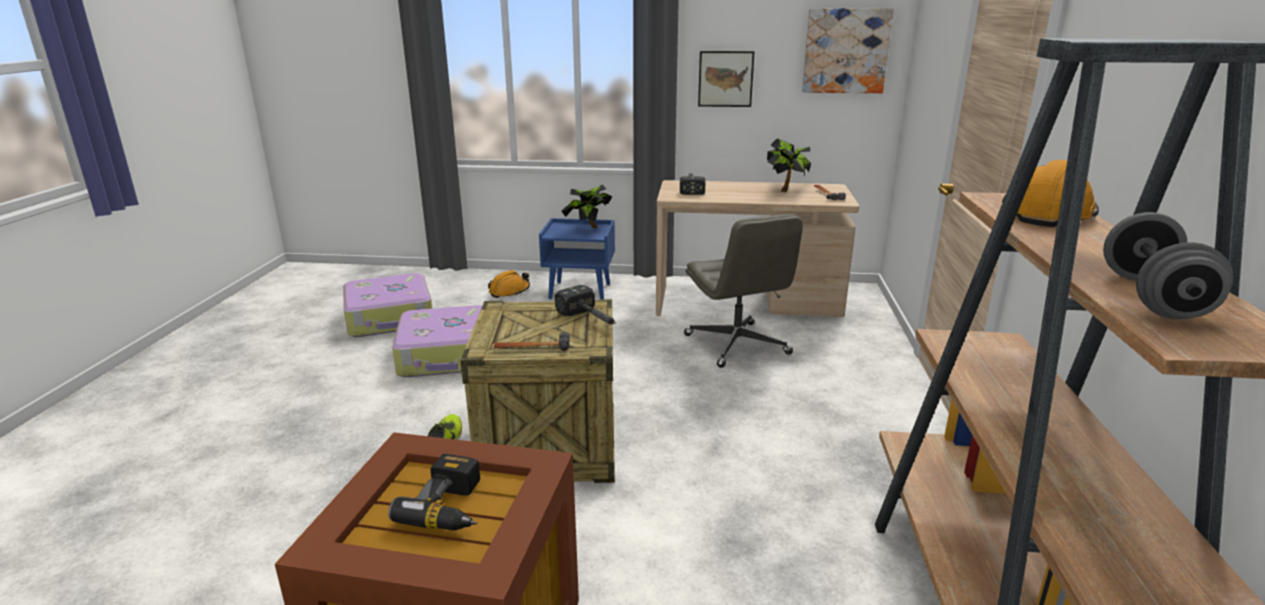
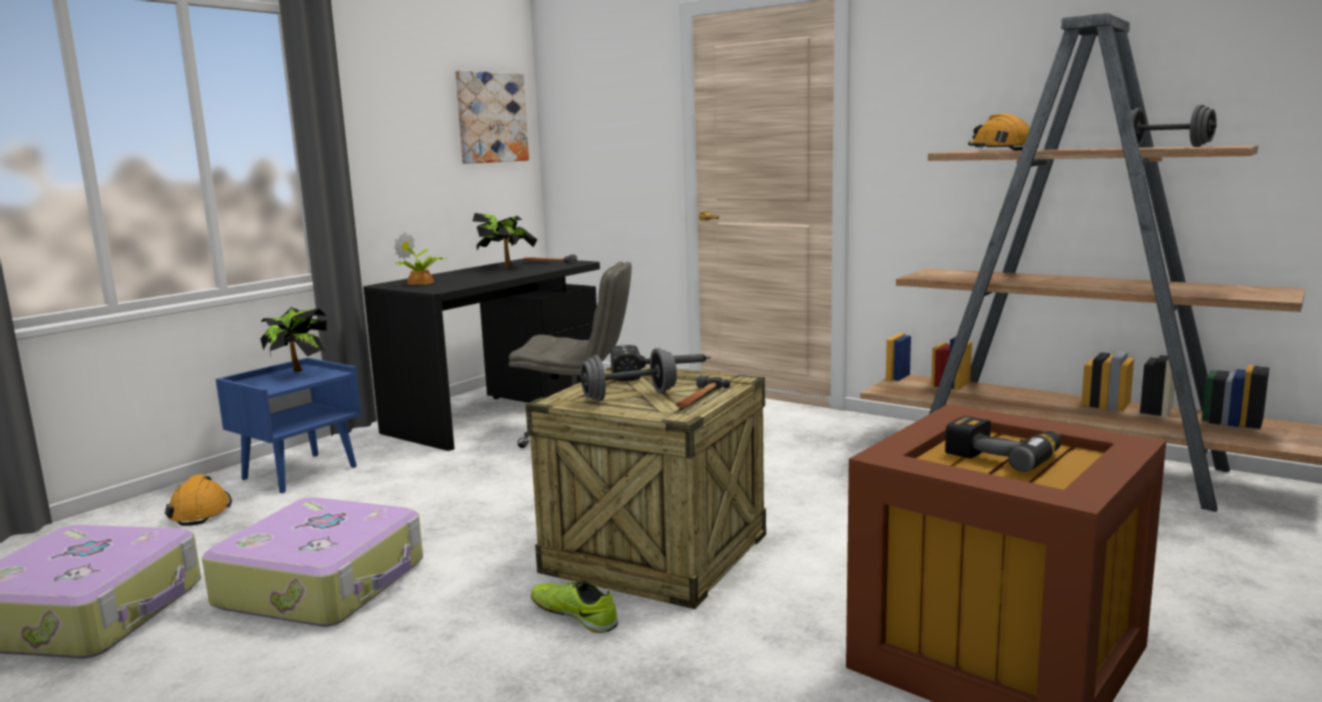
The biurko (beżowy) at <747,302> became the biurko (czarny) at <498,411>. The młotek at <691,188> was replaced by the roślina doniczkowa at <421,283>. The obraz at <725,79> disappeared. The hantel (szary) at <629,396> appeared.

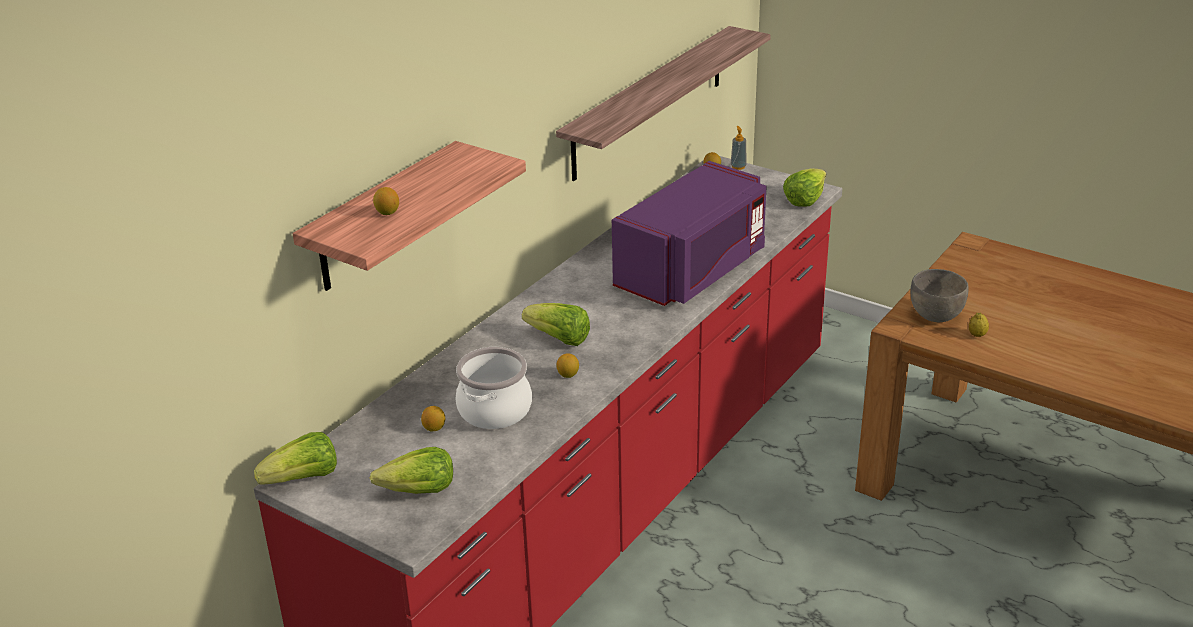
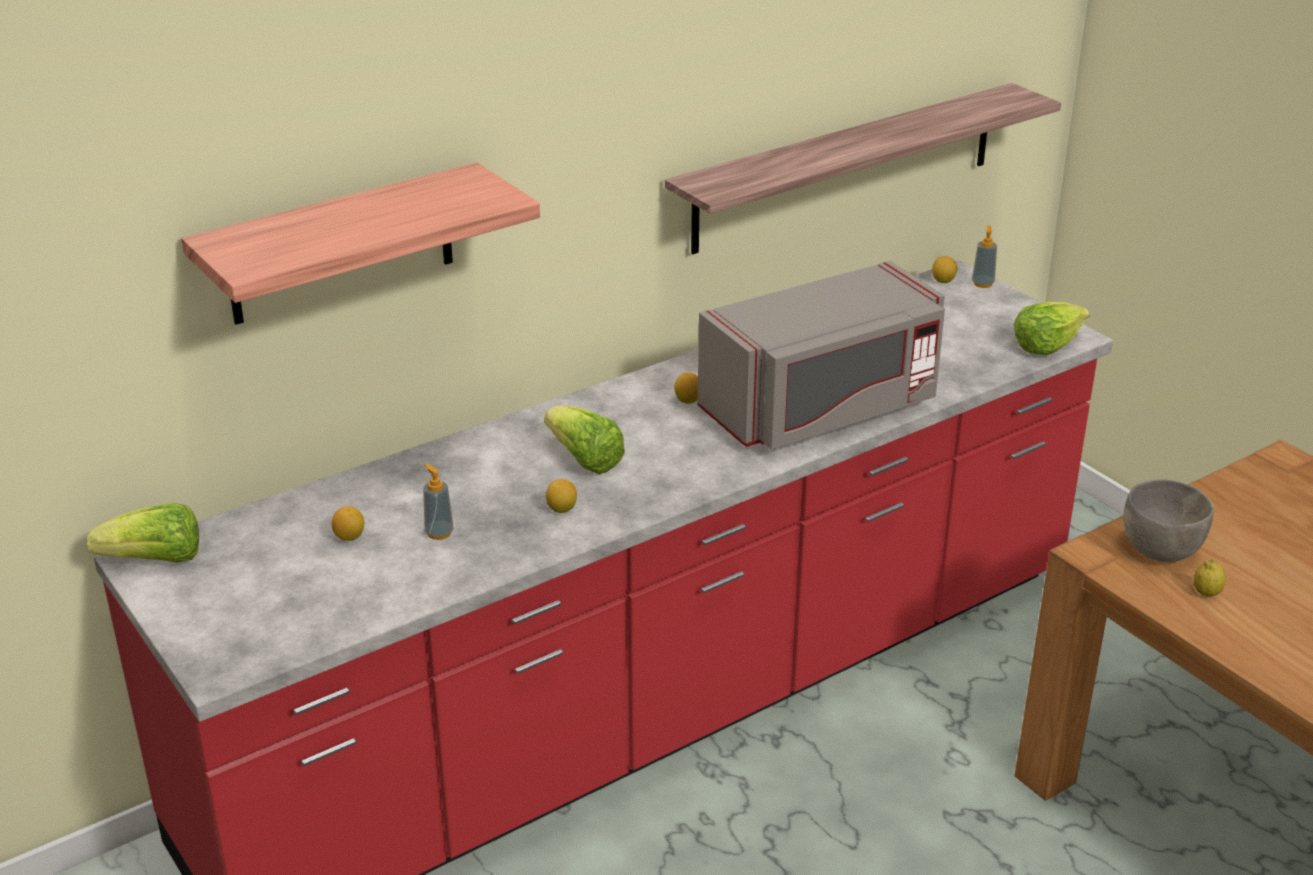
The sałata at <418,491> disappeared. The cytryna moved from <387,212> to <687,400>. The garnek at <495,410> was replaced by the dozownik mydła at <439,533>. The mikrofalówka (fioletowy) at <692,270> became the mikrofalówka (szary) at <822,408>.

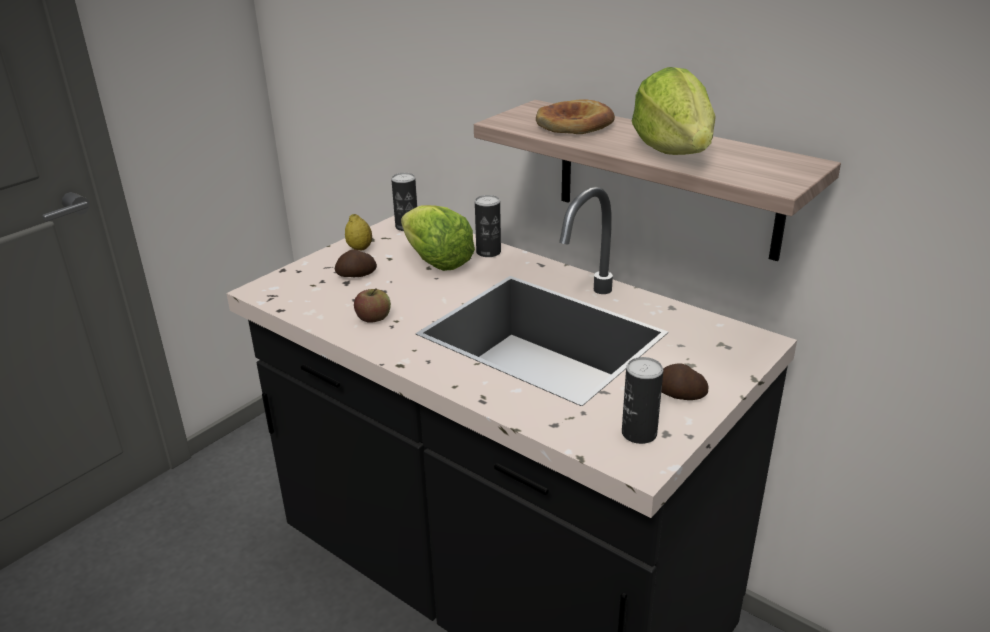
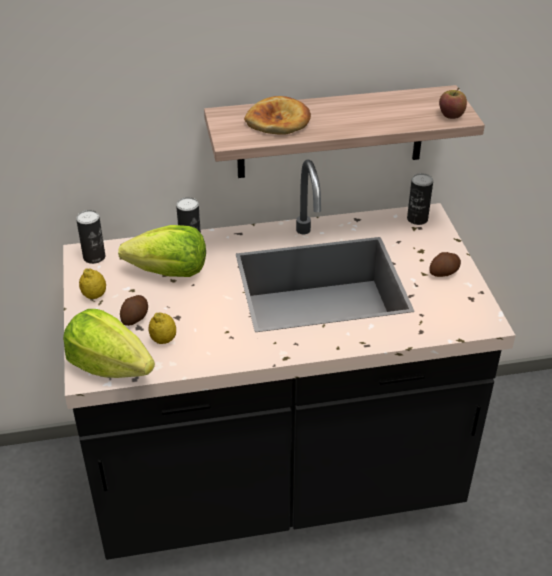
The jabłko moved from <373,318> to <451,115>. The puszka moved from <639,433> to <417,219>. The sałata moved from <674,151> to <110,366>. The cytryna at <163,340> appeared.

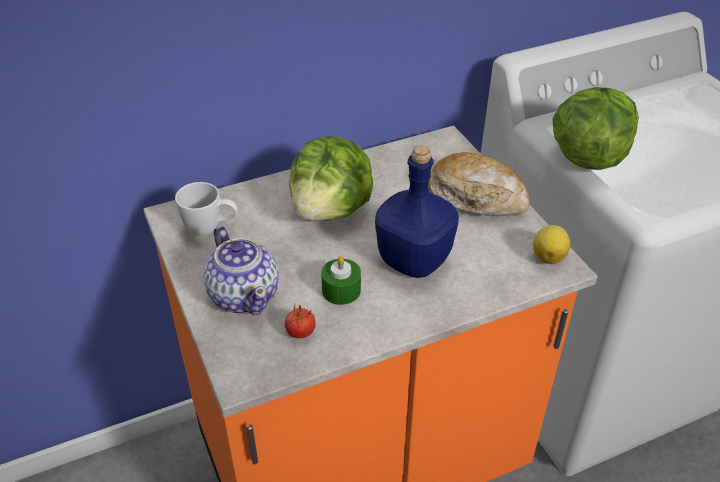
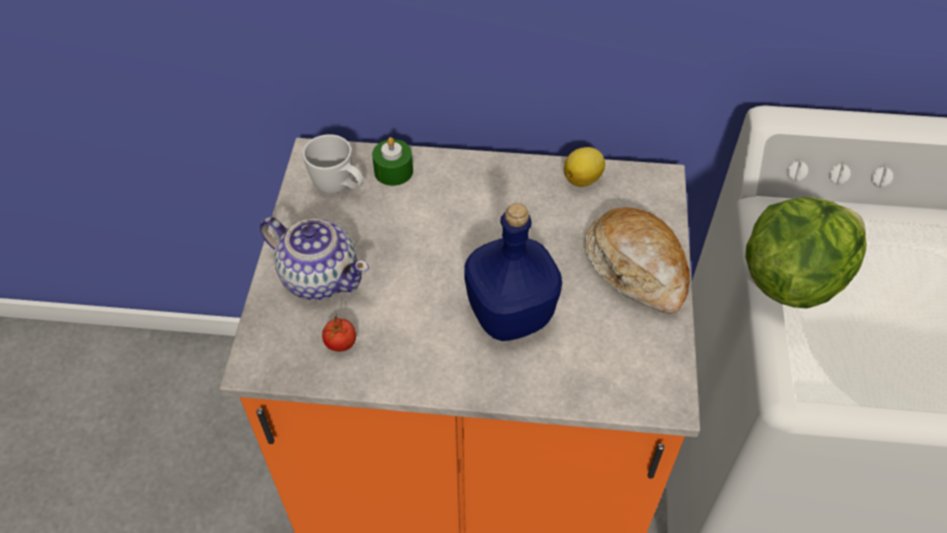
The imbryk at <244,294> turned 60 degrees counterclockwise. The sałata at <331,210> disappeared. The świeca (zielony) moved from <341,290> to <393,171>. The cytryna moved from <549,256> to <583,179>.

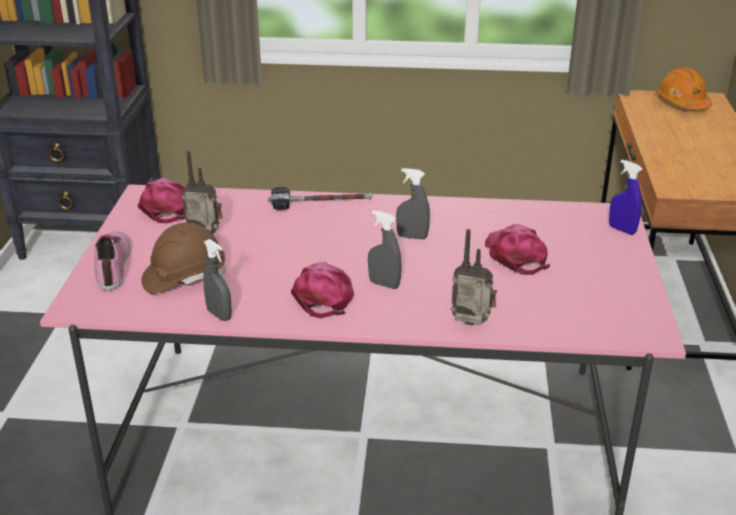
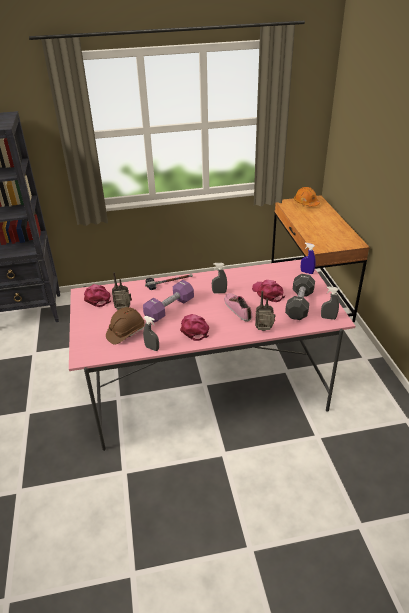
The but moved from <114,265> to <238,309>. The spryskiwacz (szary) moved from <384,284> to <328,318>. The hantel (fioletowy) at <169,309> appeared. The hantel (czarny) at <299,304> appeared.

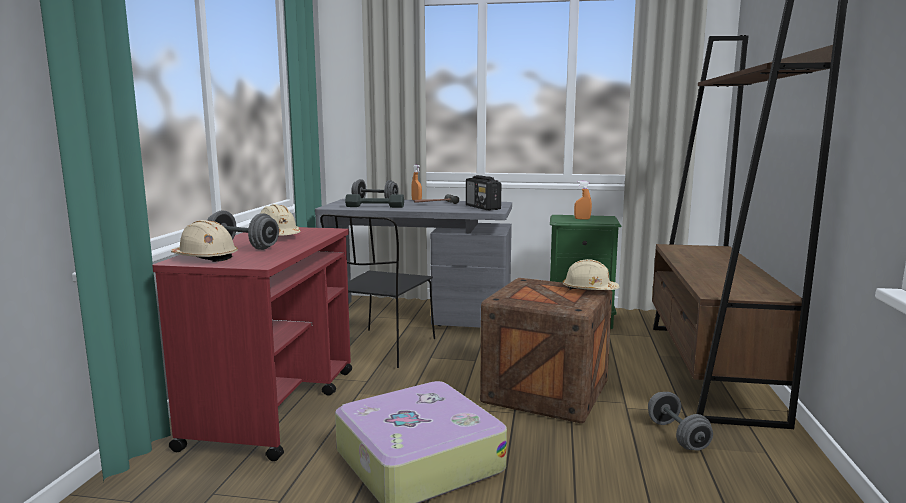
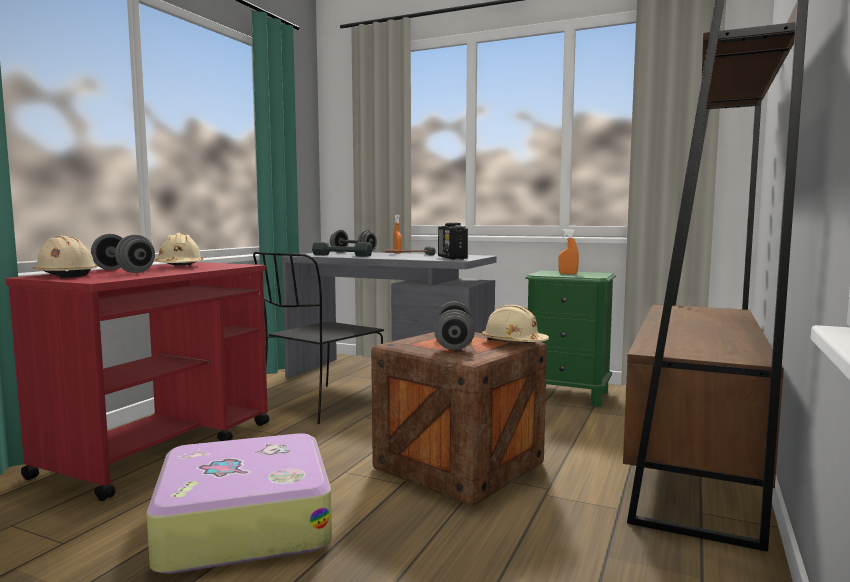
The hantel (szary) moved from <677,436> to <454,343>.

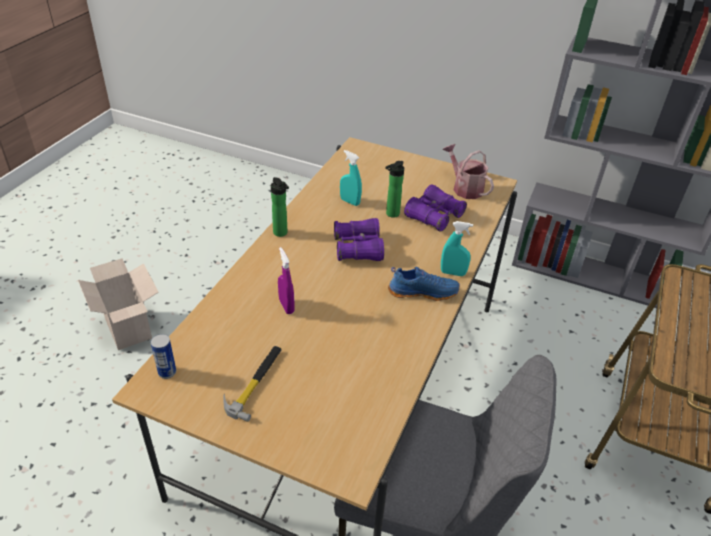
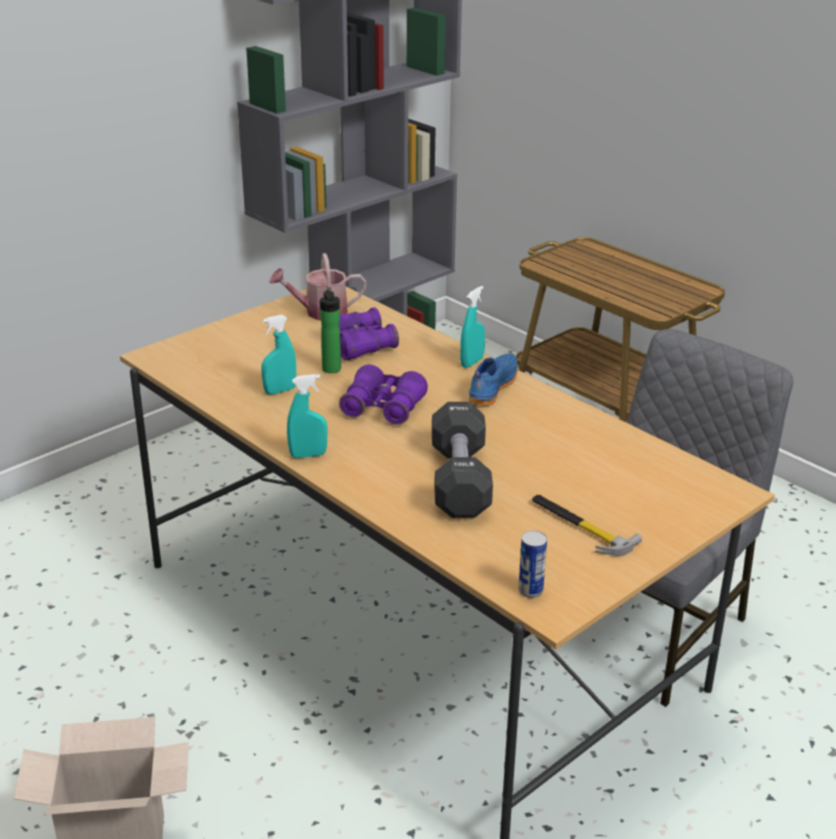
The butelka at <281,234> was replaced by the spryskiwacz (turkusowy) at <308,455>. The spryskiwacz (fioletowy) at <286,306> was replaced by the hantel (czarny) at <460,480>.

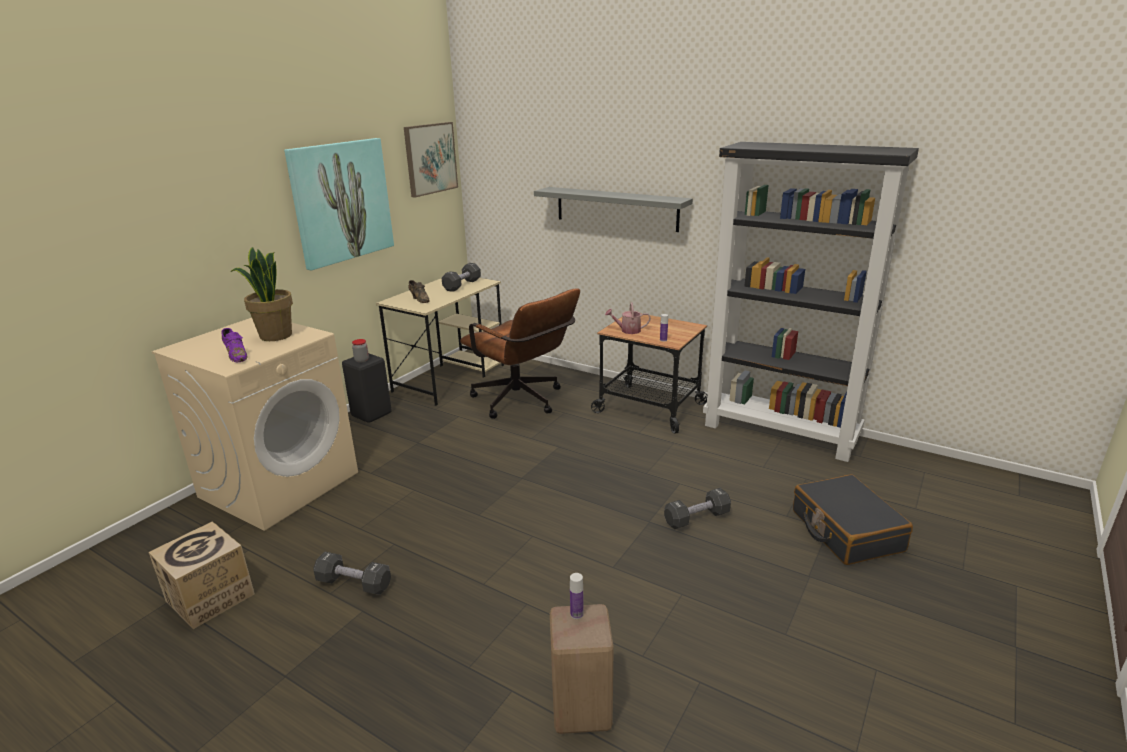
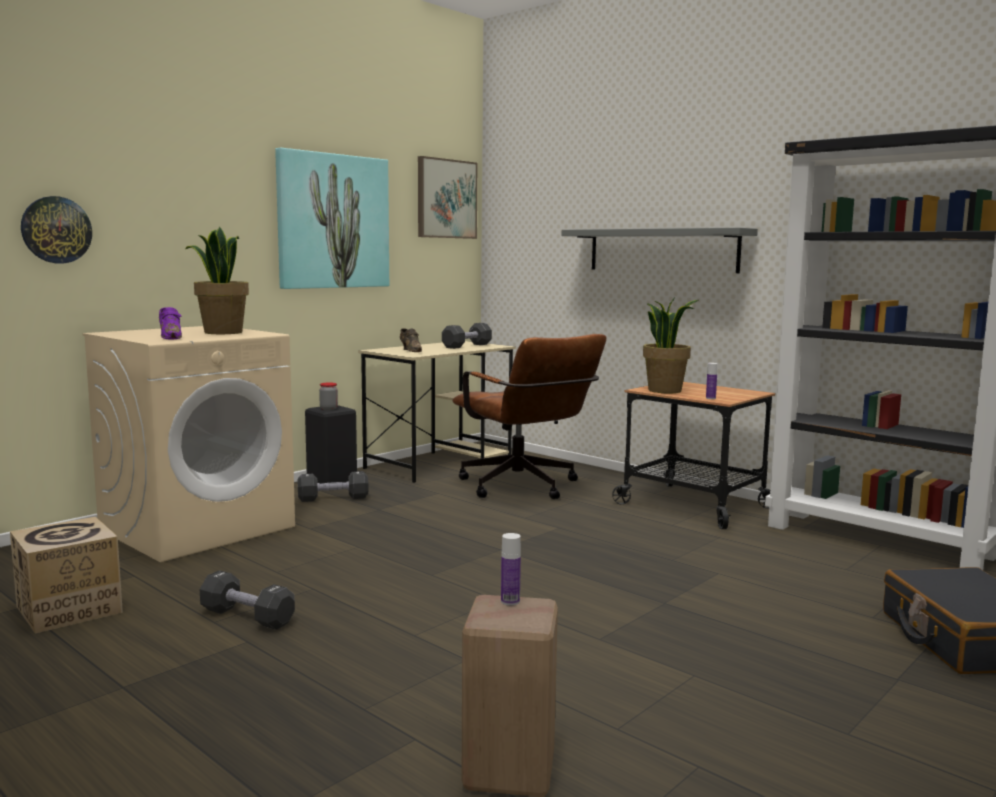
The konewka at <627,330> was replaced by the roślina doniczkowa at <665,390>. The hantel (czarny) moved from <697,518> to <333,498>. The zegar ścienny at <56,230> appeared.

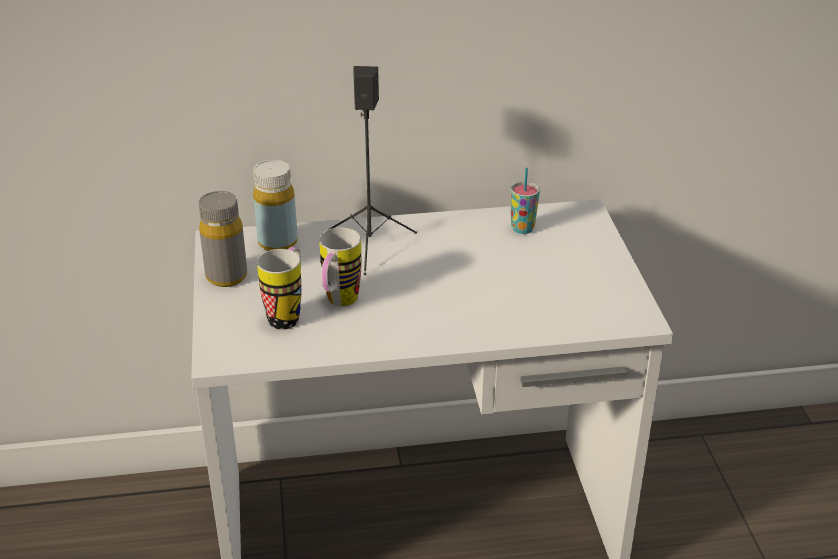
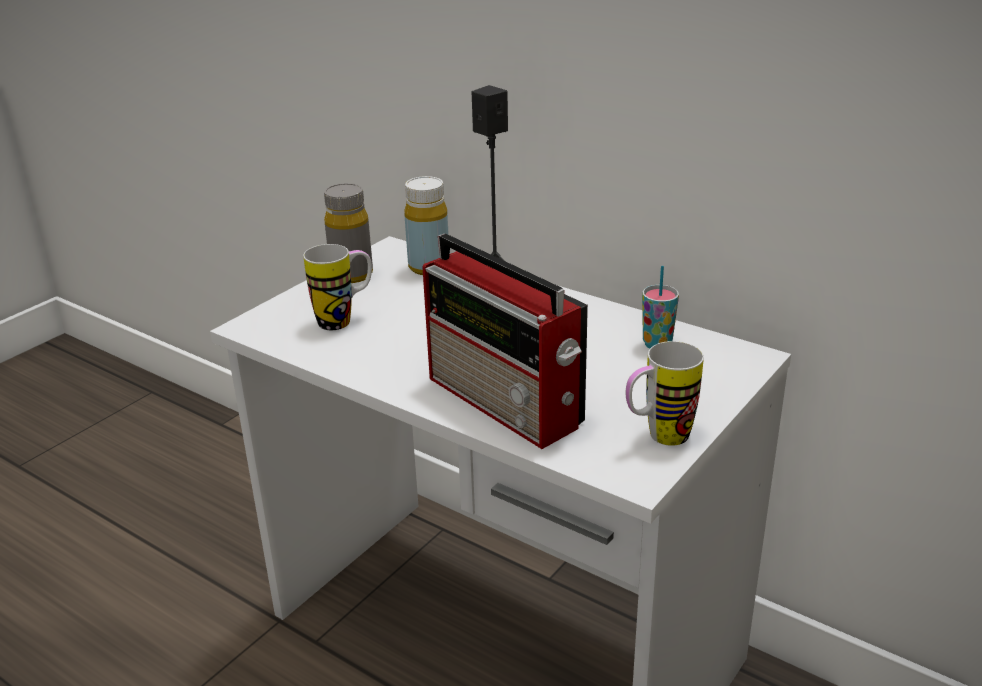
The kubek moved from <338,303> to <658,438>. The radio at <506,403> appeared.

